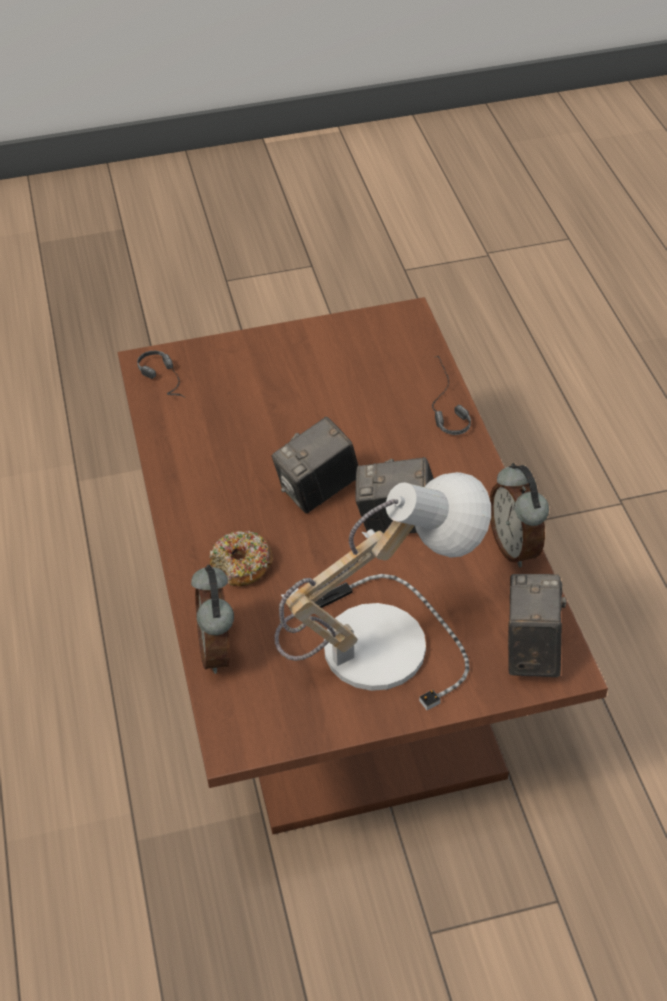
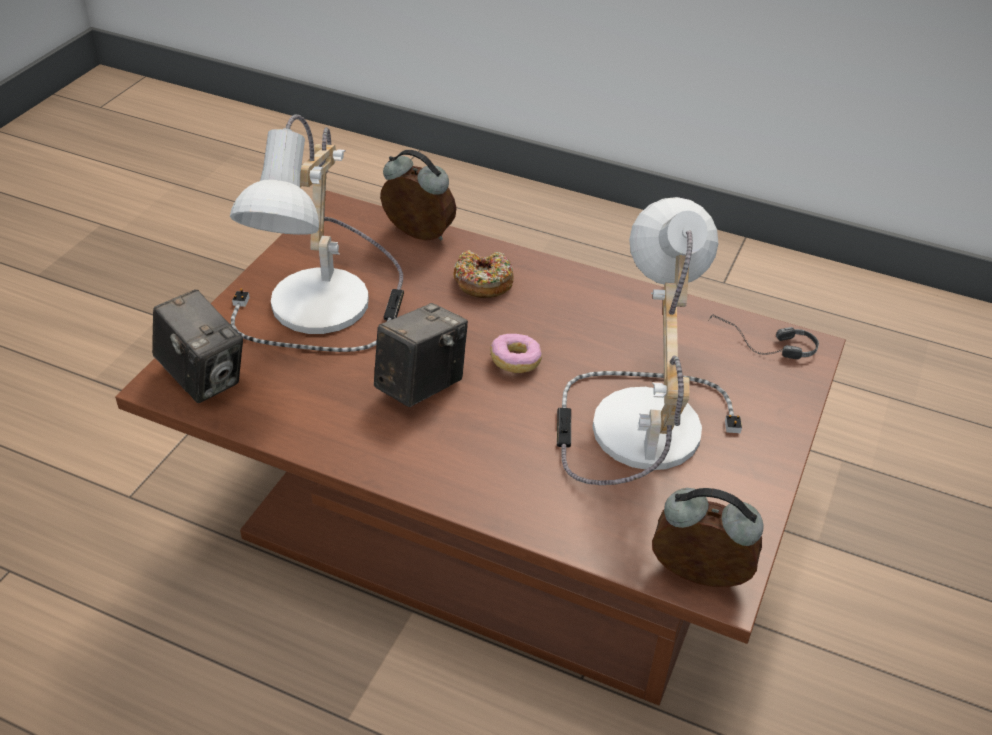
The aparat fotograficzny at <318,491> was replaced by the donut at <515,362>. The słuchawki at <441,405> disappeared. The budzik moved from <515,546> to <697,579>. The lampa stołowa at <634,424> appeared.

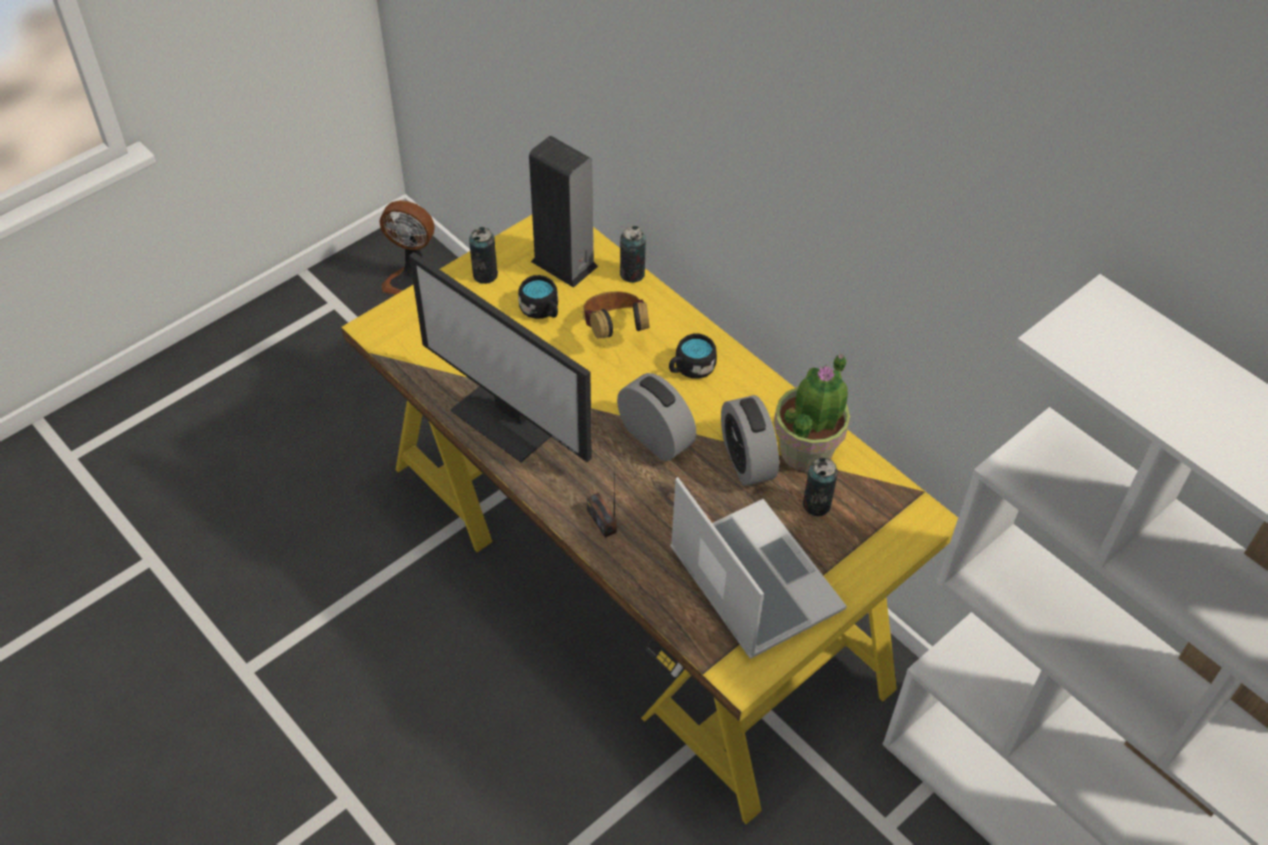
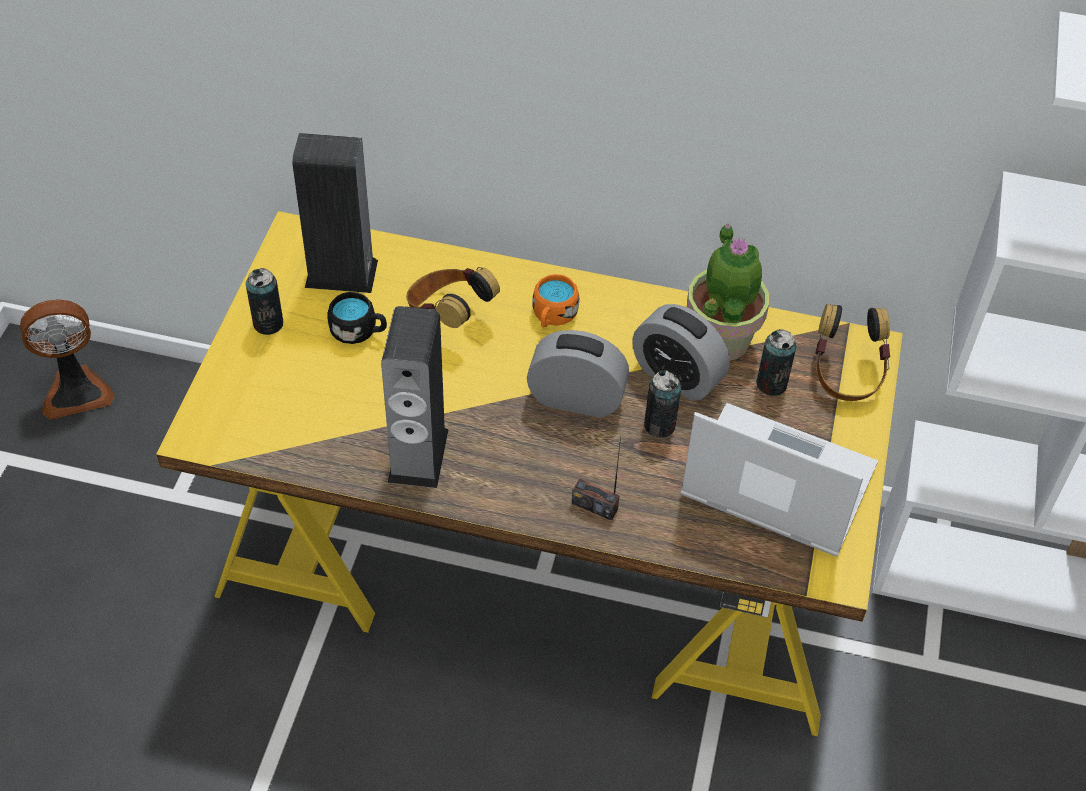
The monitor at <508,418> was replaced by the głośnik at <418,455>. The puszka moved from <632,274> to <659,425>. The kubek (czarny) at <690,368> became the kubek (pomarańczowy) at <552,316>. The słuchawki at <846,374> appeared.

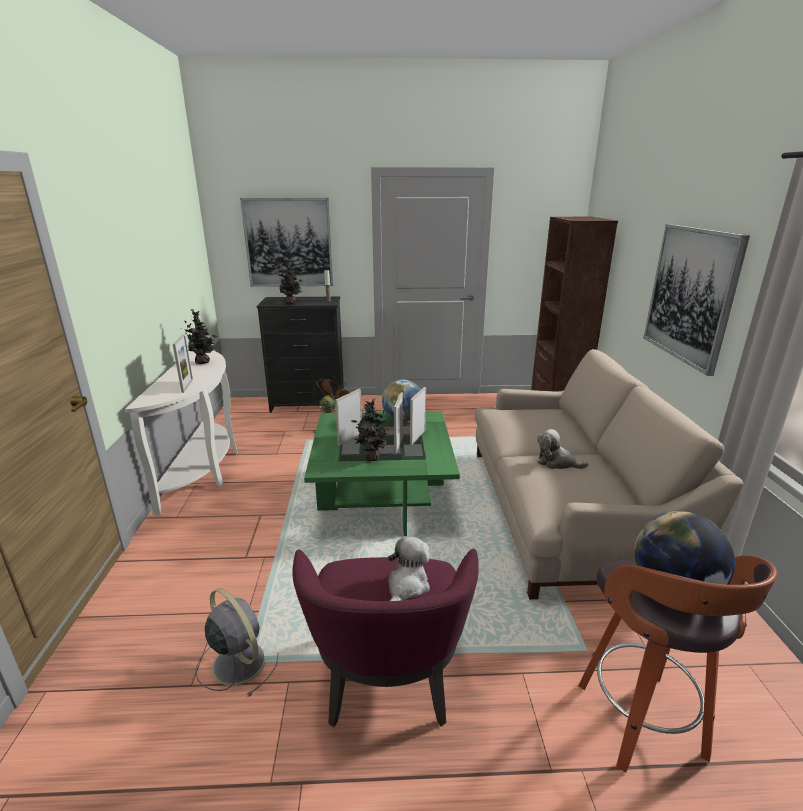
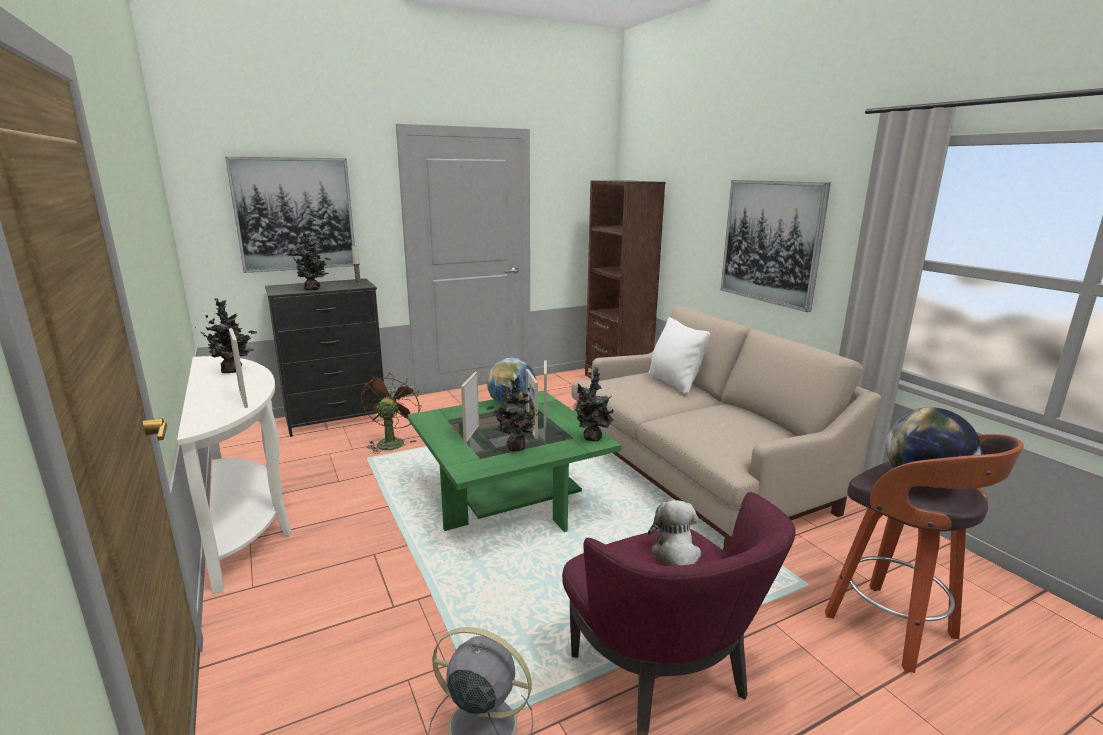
The pluszak at <557,462> disappeared. The roślina doniczkowa at <592,439> appeared. The poduszka (biały) at <674,382> appeared.

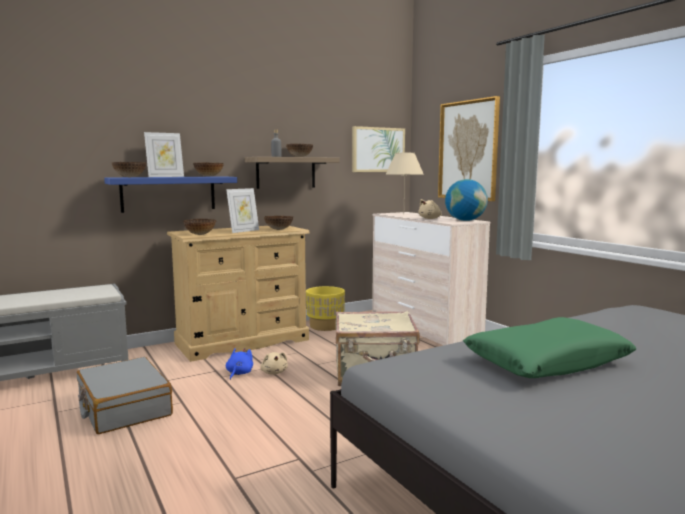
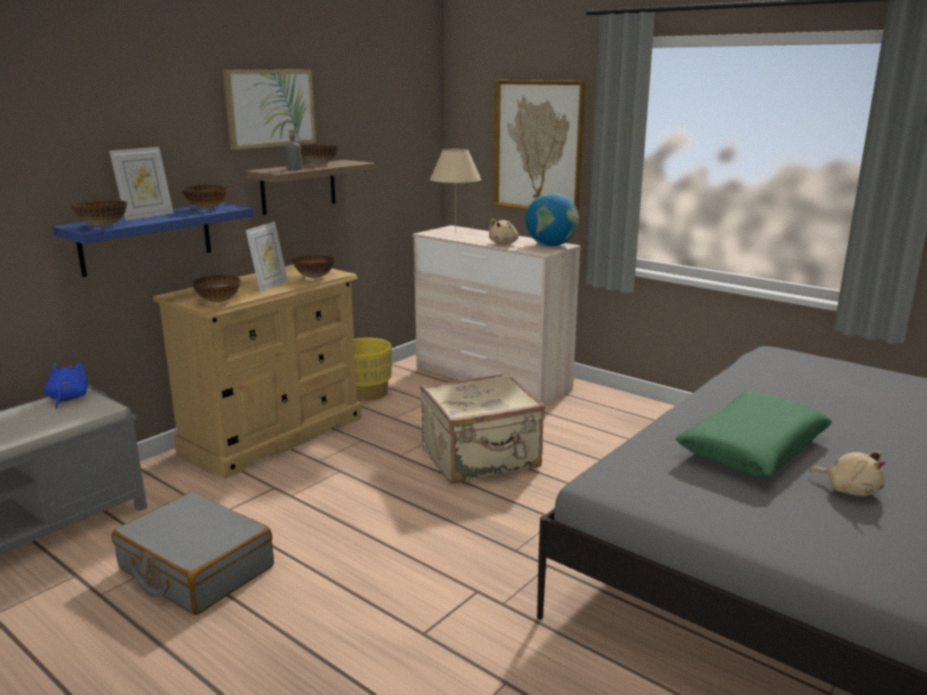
The pluszak (niebieski) moved from <239,373> to <67,399>. The pluszak (beżowy) moved from <274,372> to <849,490>. The obraz moved from <378,149> to <270,108>.

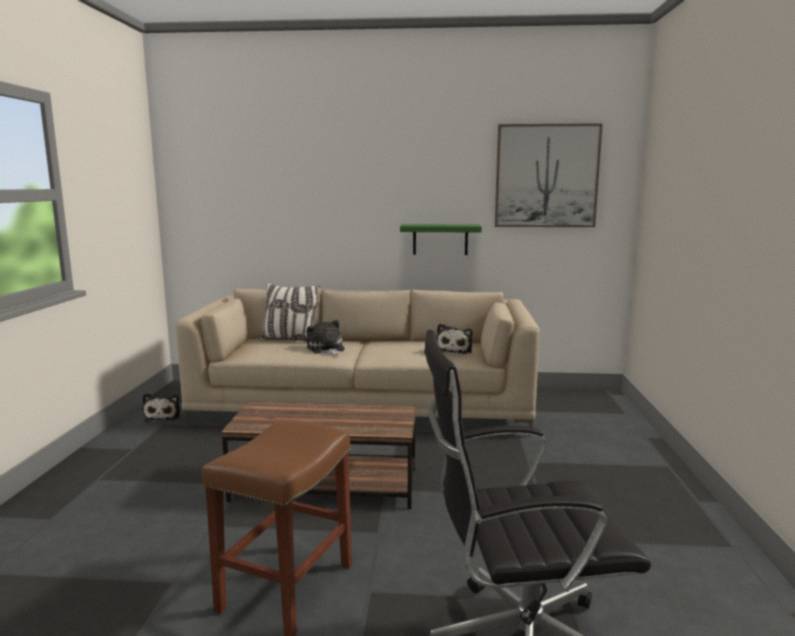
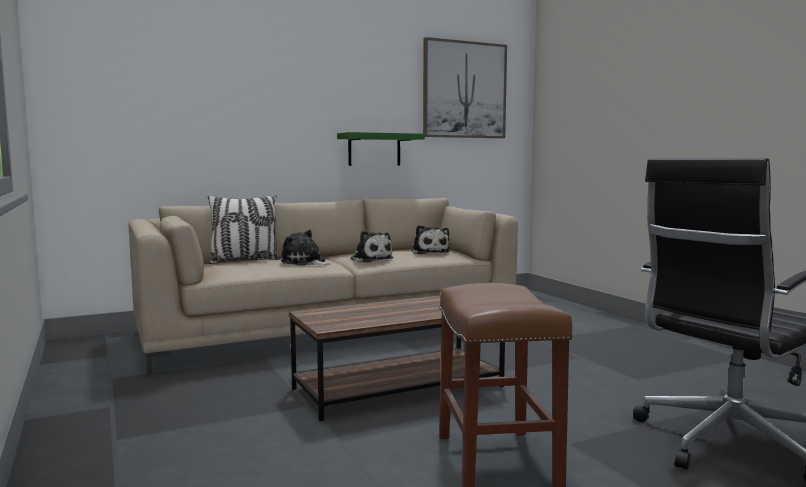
The pluszak moved from <163,416> to <370,259>.

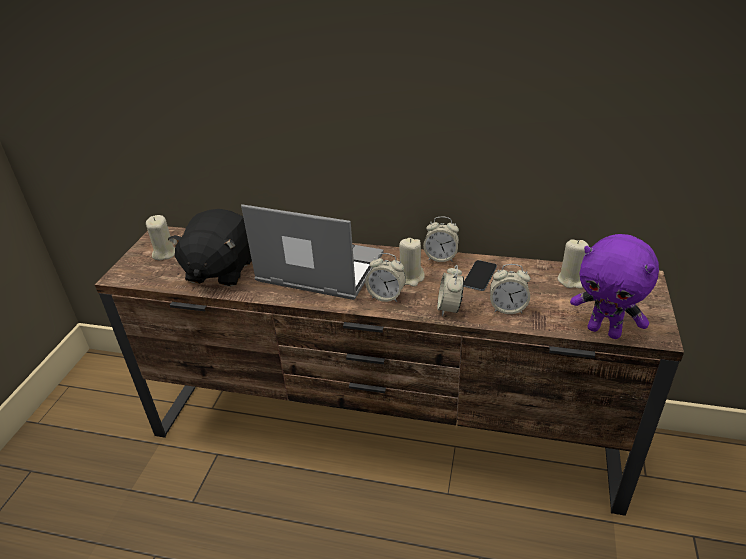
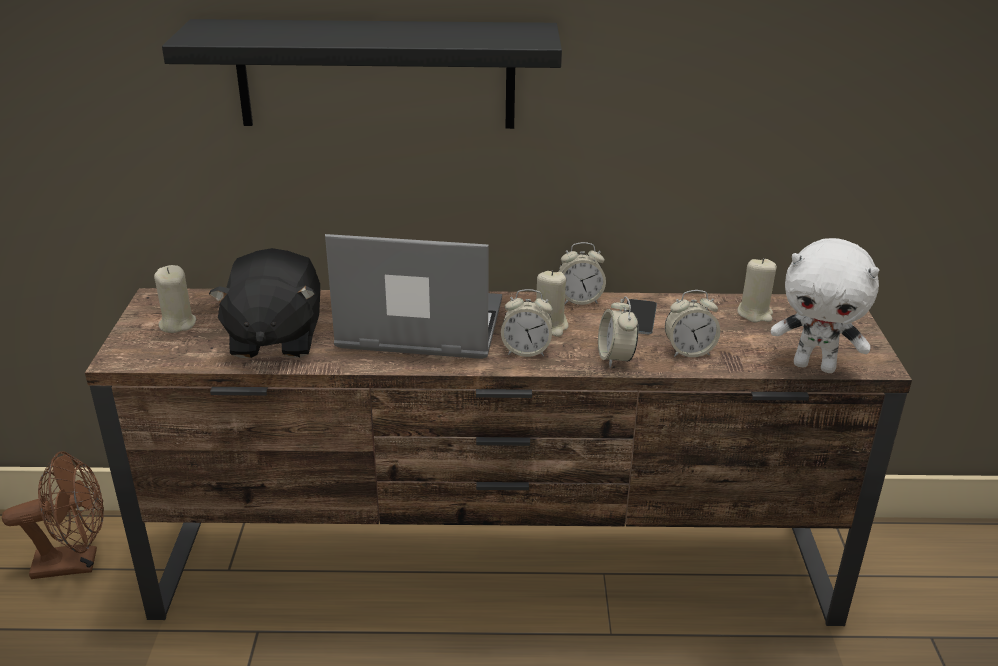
The pluszak (fioletowy) at <604,331> became the pluszak (biały) at <815,366>. The wentylator (brązowy) at <76,563> appeared. The półka (czarny) at <376,74> appeared.

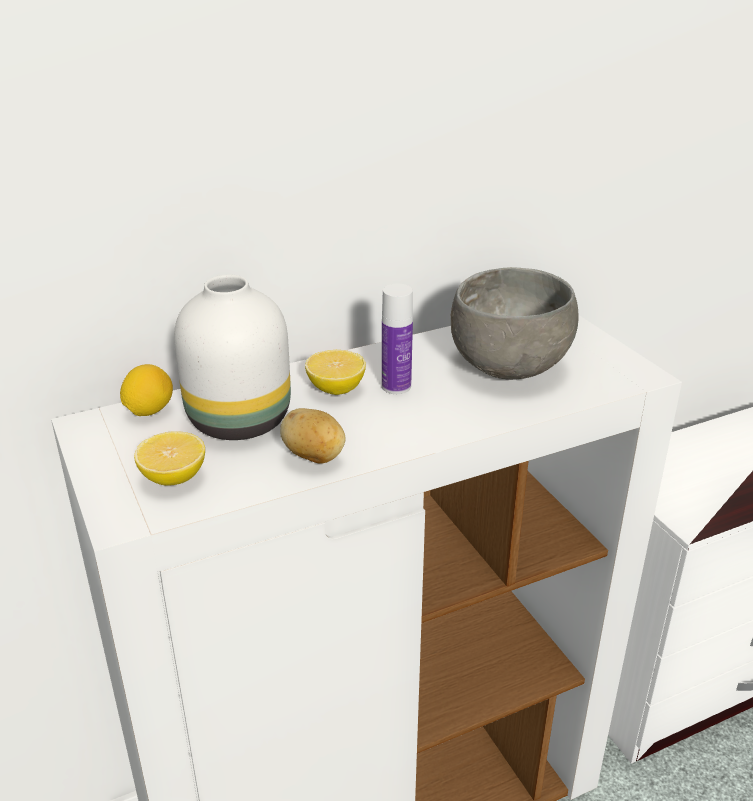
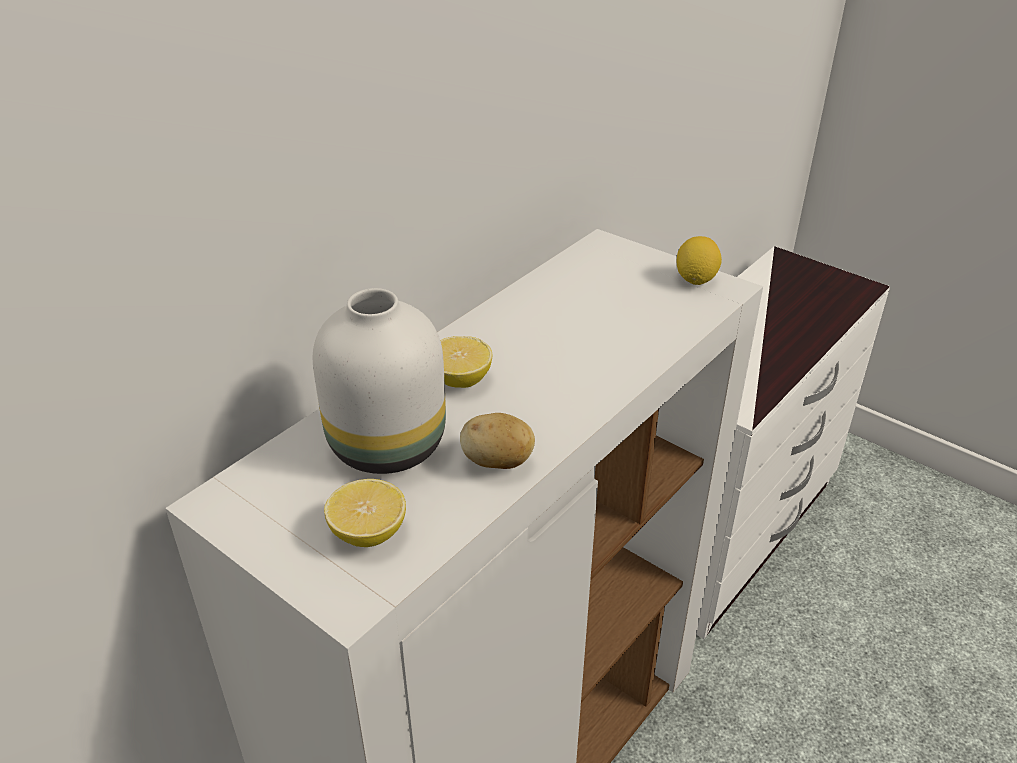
The cytryna moved from <149,410> to <695,279>. The butelka at <396,386> disappeared. The miska (szary) at <508,366> disappeared.

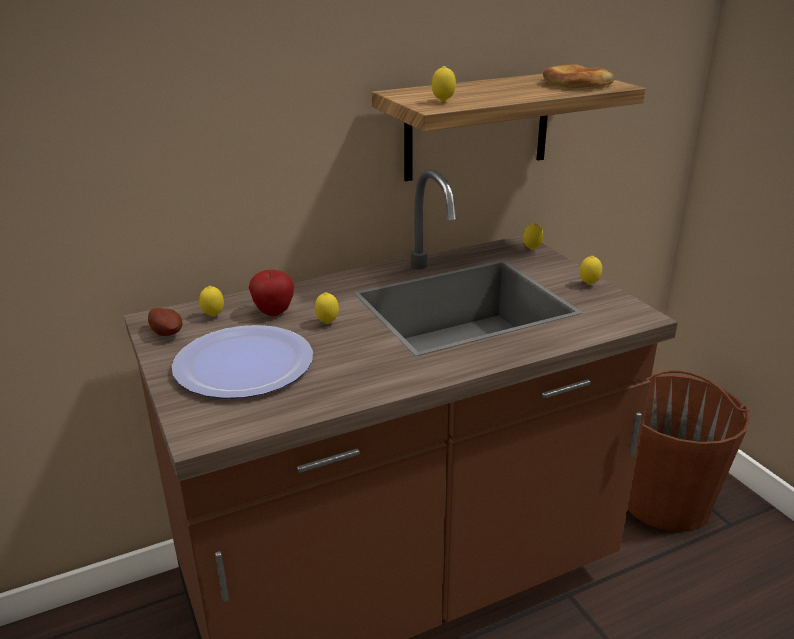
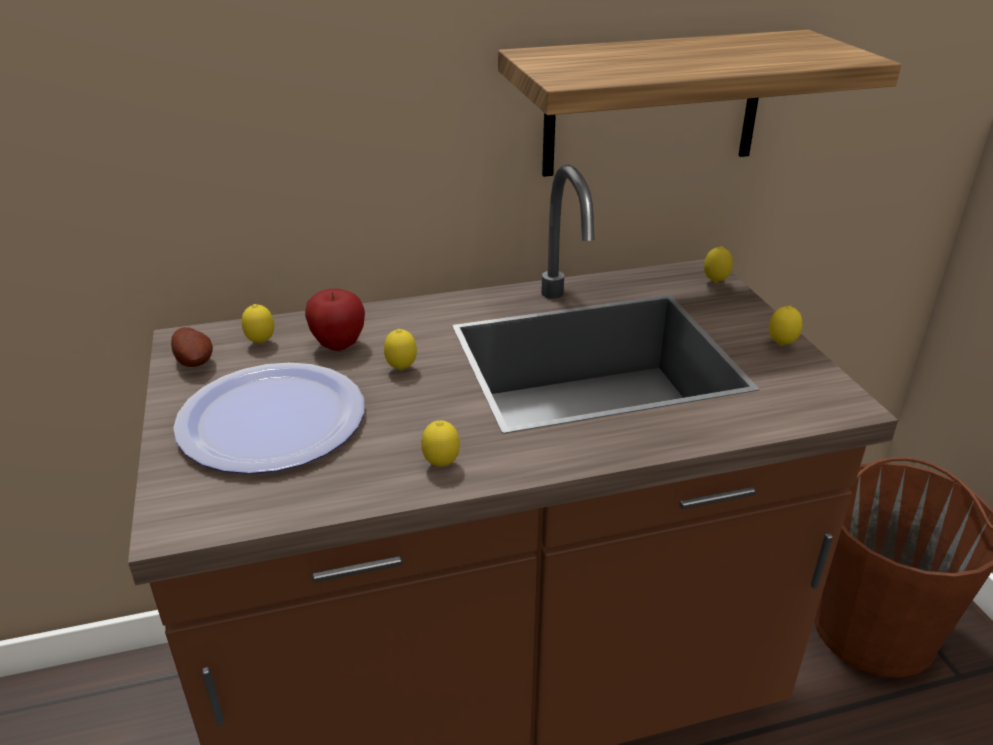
The cytryna moved from <443,102> to <441,465>. The chleb at <576,83> disappeared.

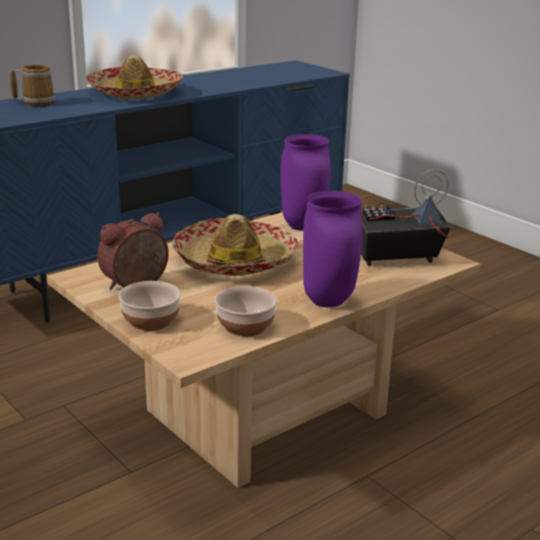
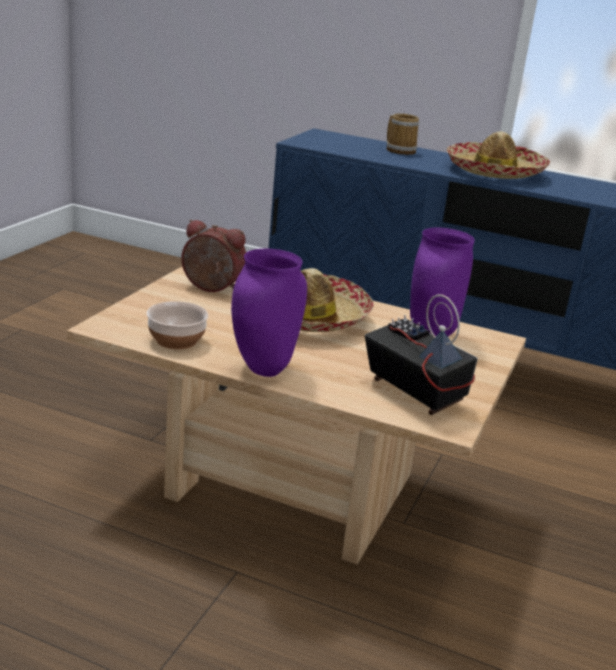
The miska at <150,321> disappeared.

